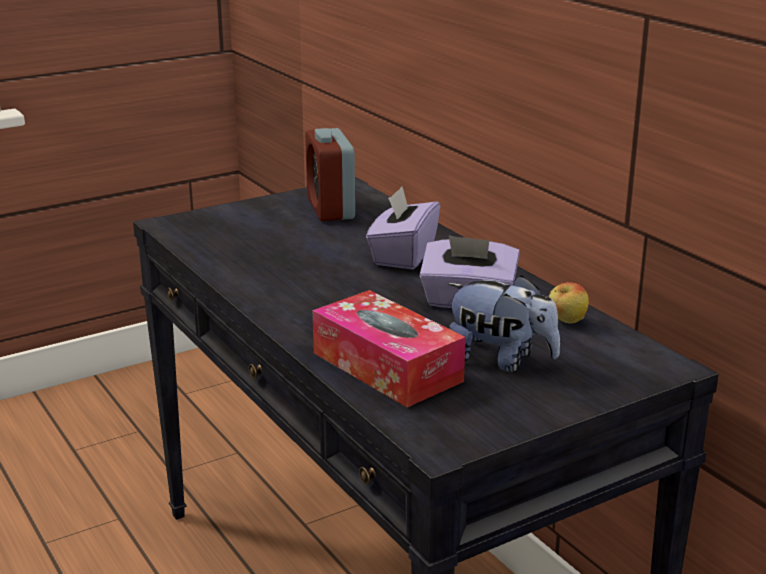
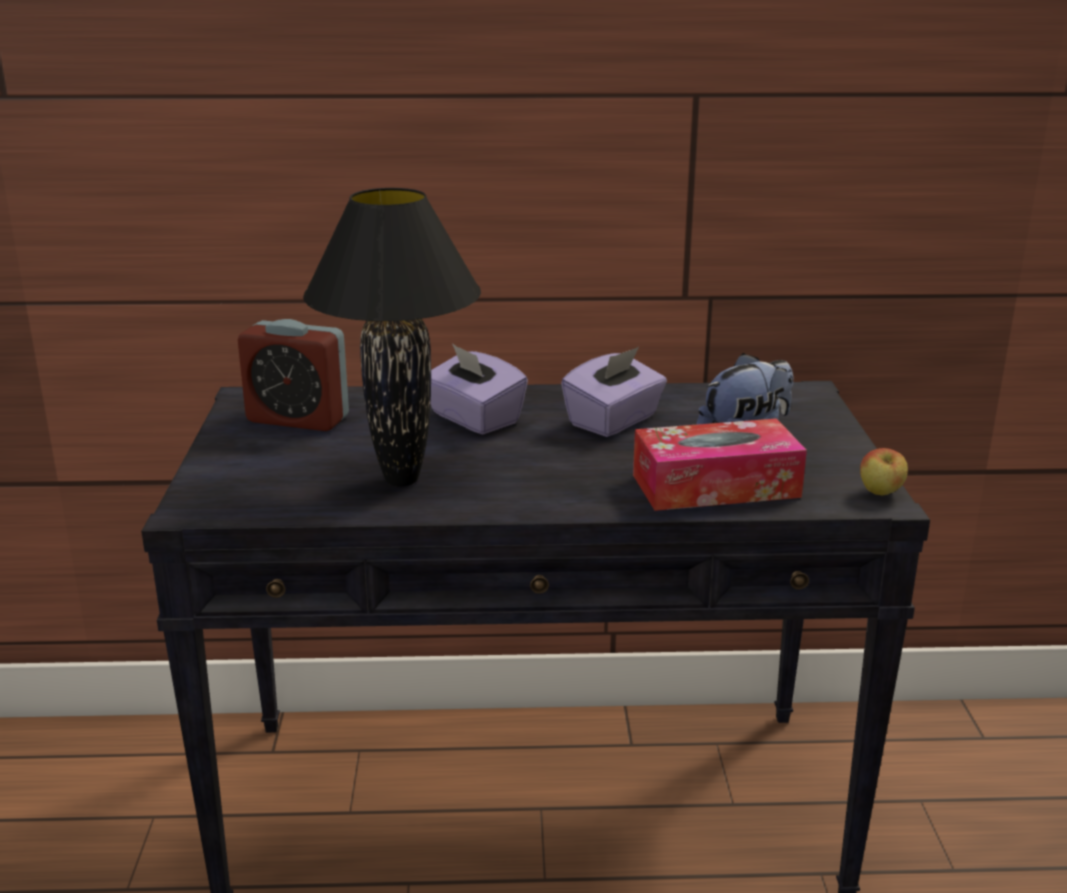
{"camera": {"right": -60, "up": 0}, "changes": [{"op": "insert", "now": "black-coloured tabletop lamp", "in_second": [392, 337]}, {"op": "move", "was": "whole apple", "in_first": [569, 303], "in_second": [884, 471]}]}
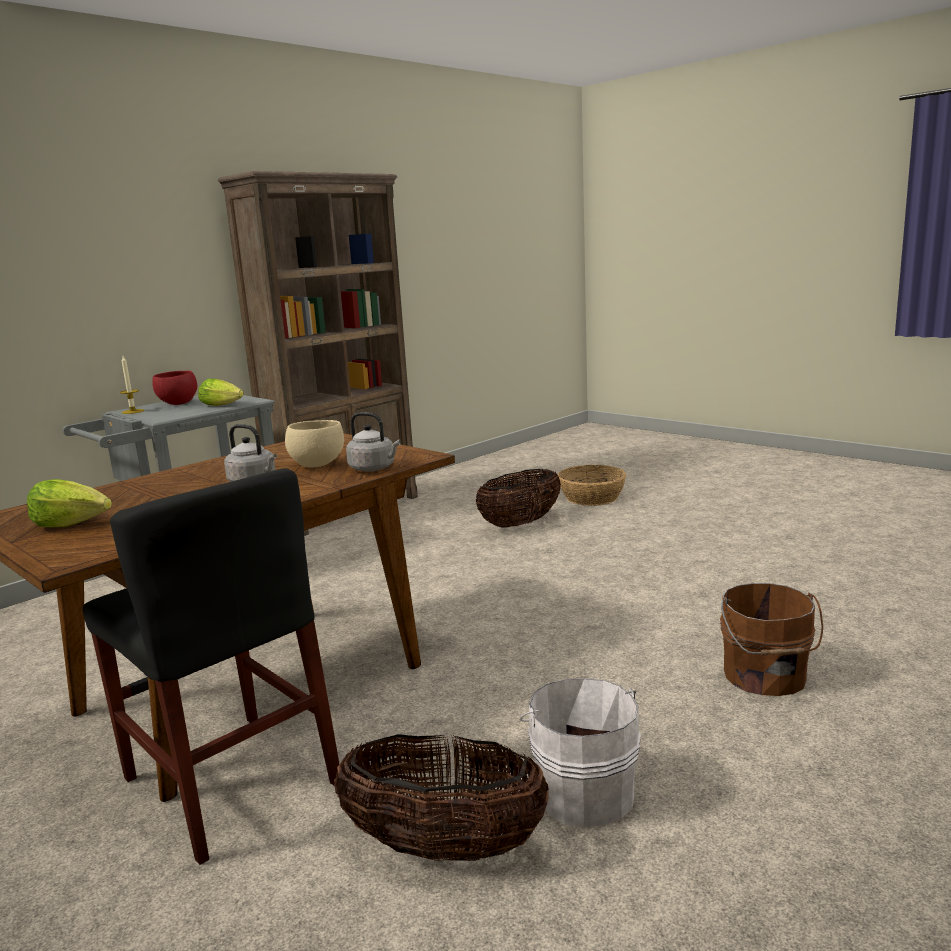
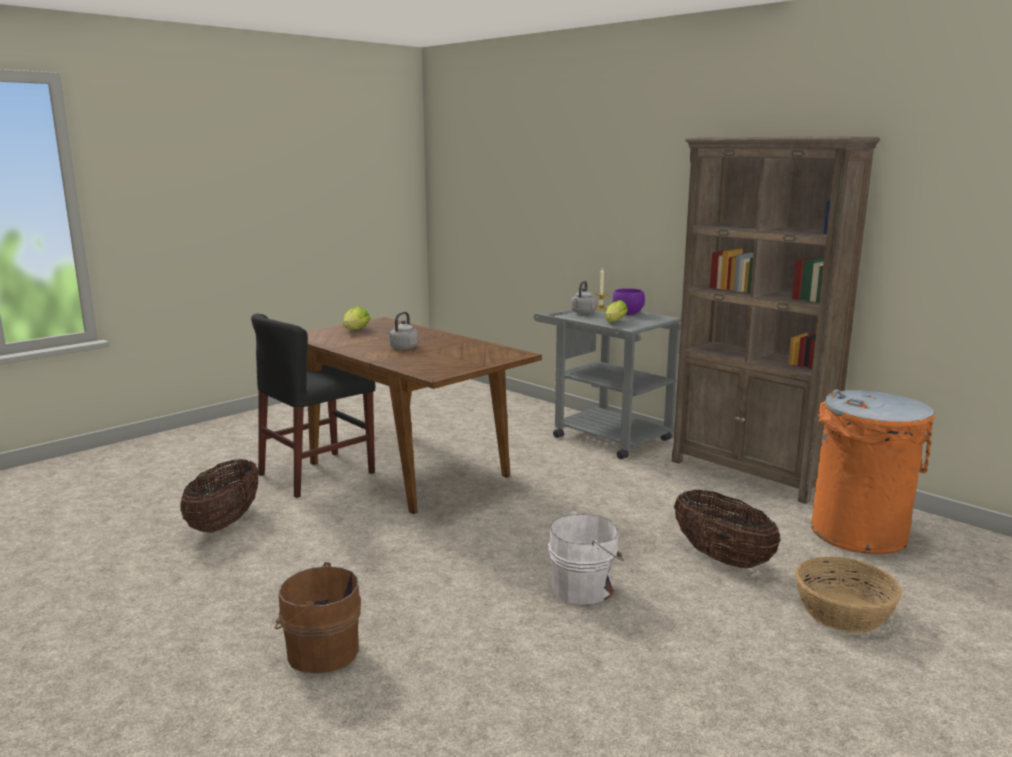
{"camera": {"right": 90, "up": 0}, "changes": [{"op": "move", "was": "whitish water bucket", "in_first": [580, 752], "in_second": [586, 558]}, {"op": "move", "was": "greyish kettle", "in_first": [373, 442], "in_second": [584, 297]}, {"op": "recolor", "was": "red-coloured bowl", "now": "purple bowl", "in_first": [174, 388], "in_second": [629, 302]}, {"op": "insert", "now": "orange-coloured waste bin", "in_second": [873, 471]}, {"op": "delete", "was": "beige bowl", "in_first": [314, 444]}]}
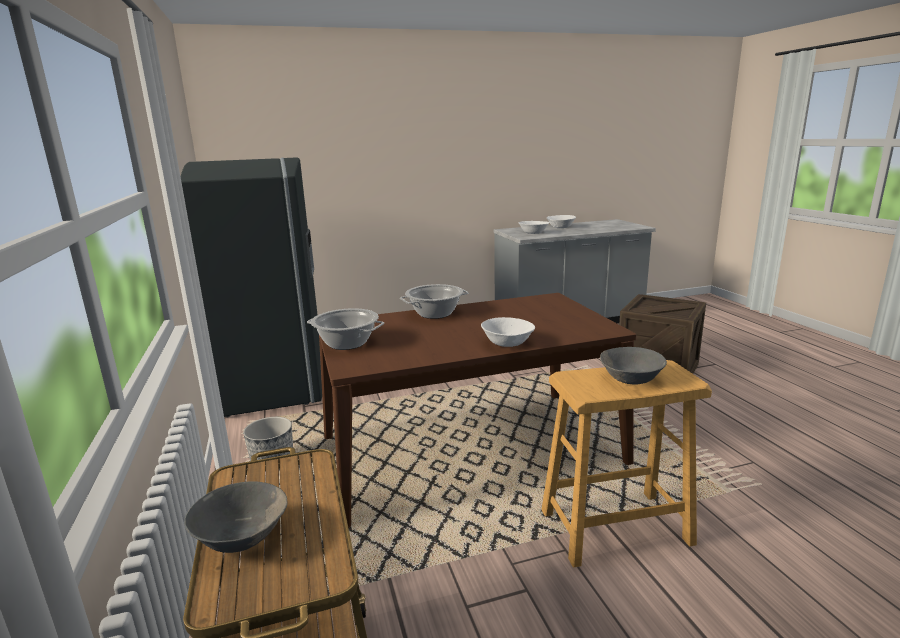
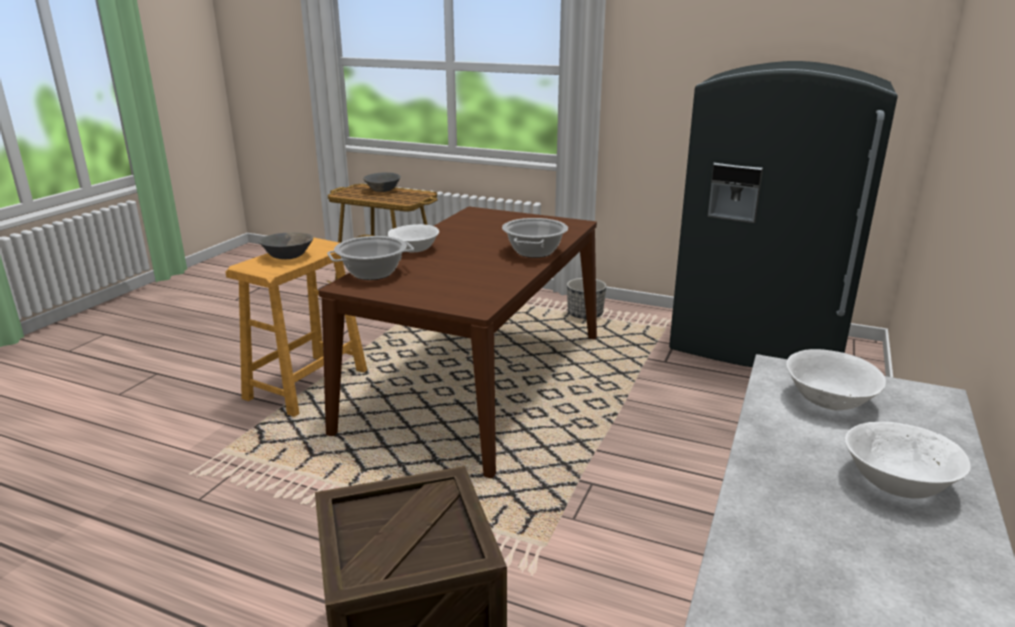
{"camera": {"right": 130, "up": 5}, "changes": [{"op": "move", "was": "stockpot", "in_first": [345, 329], "in_second": [370, 258]}]}
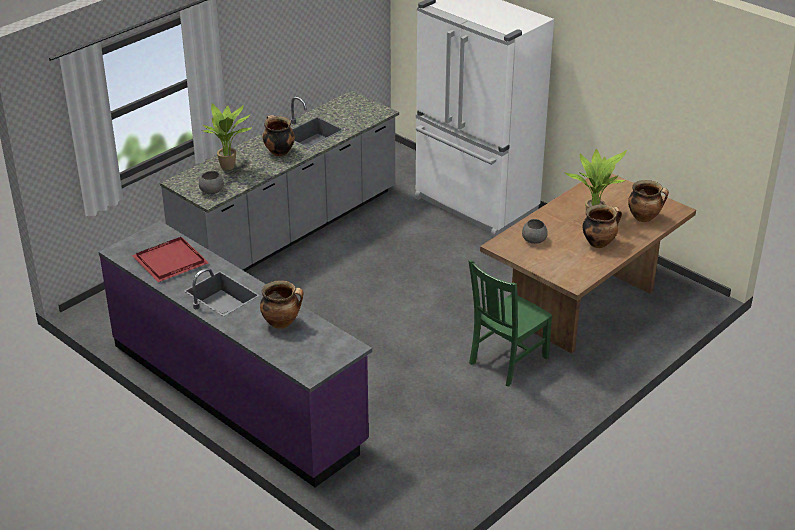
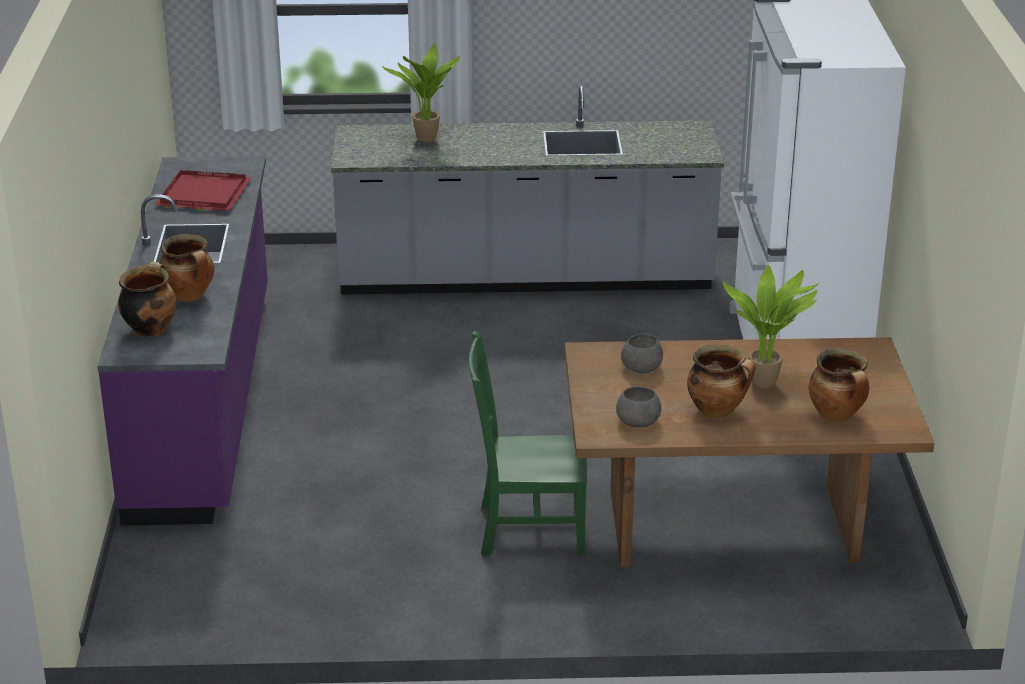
{"camera": {"right": 45, "up": -5}, "changes": [{"op": "move", "was": "stockpot", "in_first": [279, 135], "in_second": [147, 299]}, {"op": "move", "was": "greyish bowl", "in_first": [211, 182], "in_second": [638, 406]}]}
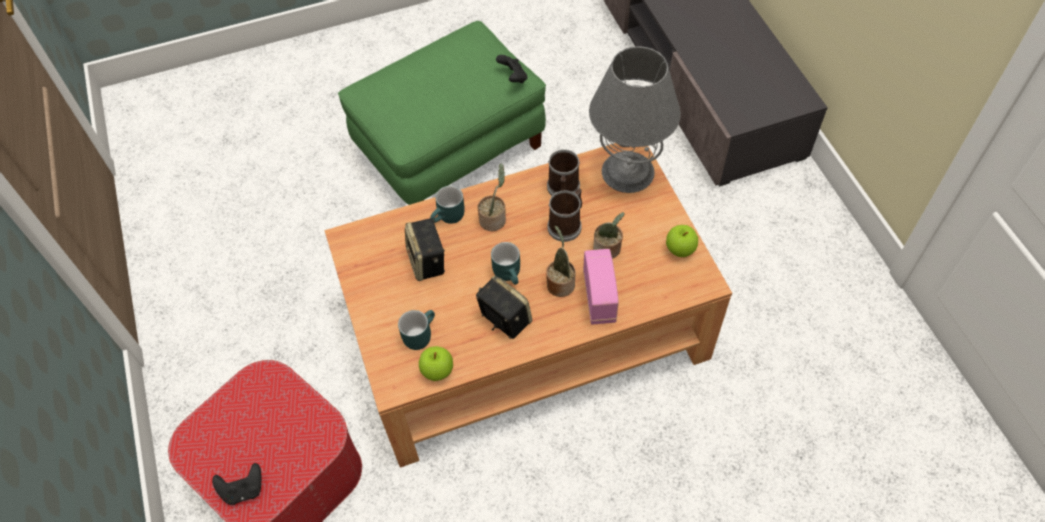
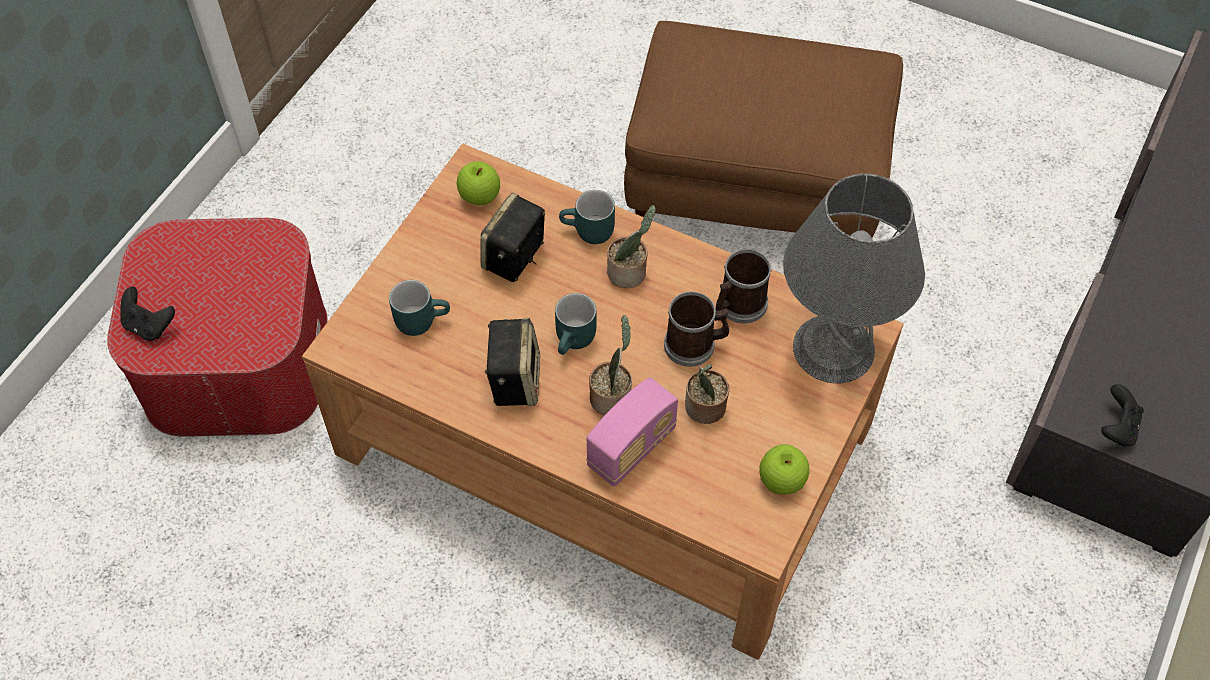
{"camera": {"right": 45, "up": 0}, "changes": [{"op": "move", "was": "whole apple", "in_first": [436, 363], "in_second": [478, 183]}, {"op": "recolor", "was": "green-coloured pouffe", "now": "brownish pouffe", "in_first": [442, 113], "in_second": [763, 129]}, {"op": "move", "was": "black-coloured game controller", "in_first": [511, 69], "in_second": [1122, 415]}]}
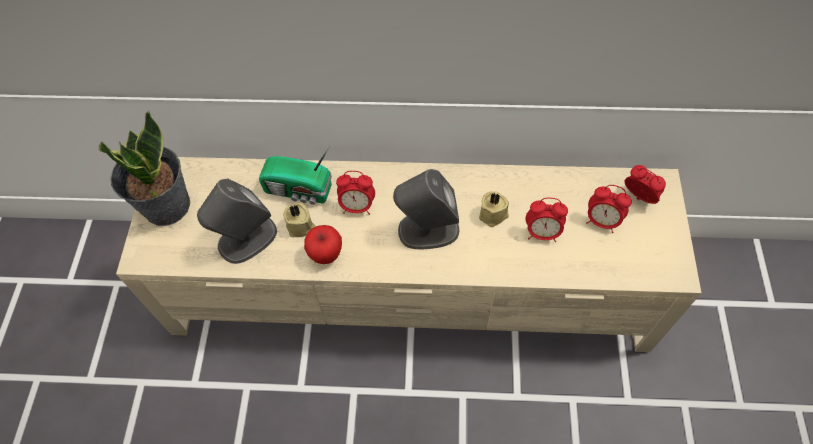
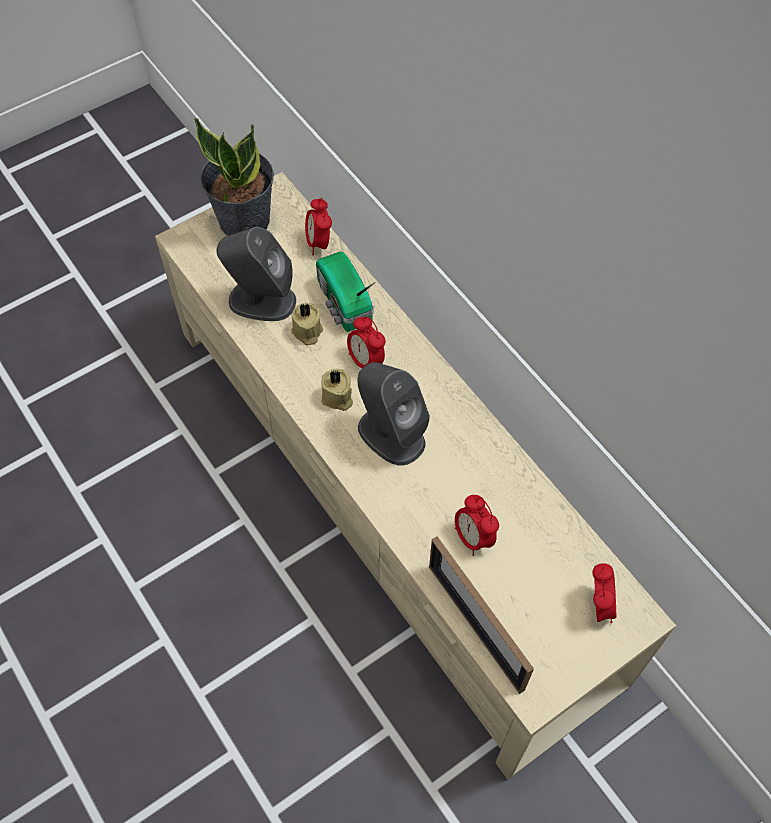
{"camera": {"right": 50, "up": 0}, "changes": [{"op": "move", "was": "bedside clock", "in_first": [609, 209], "in_second": [318, 226]}, {"op": "move", "was": "beige candle", "in_first": [494, 209], "in_second": [337, 390]}, {"op": "insert", "now": "photo frame", "in_second": [481, 615]}, {"op": "delete", "was": "whole apple", "in_first": [323, 244]}]}
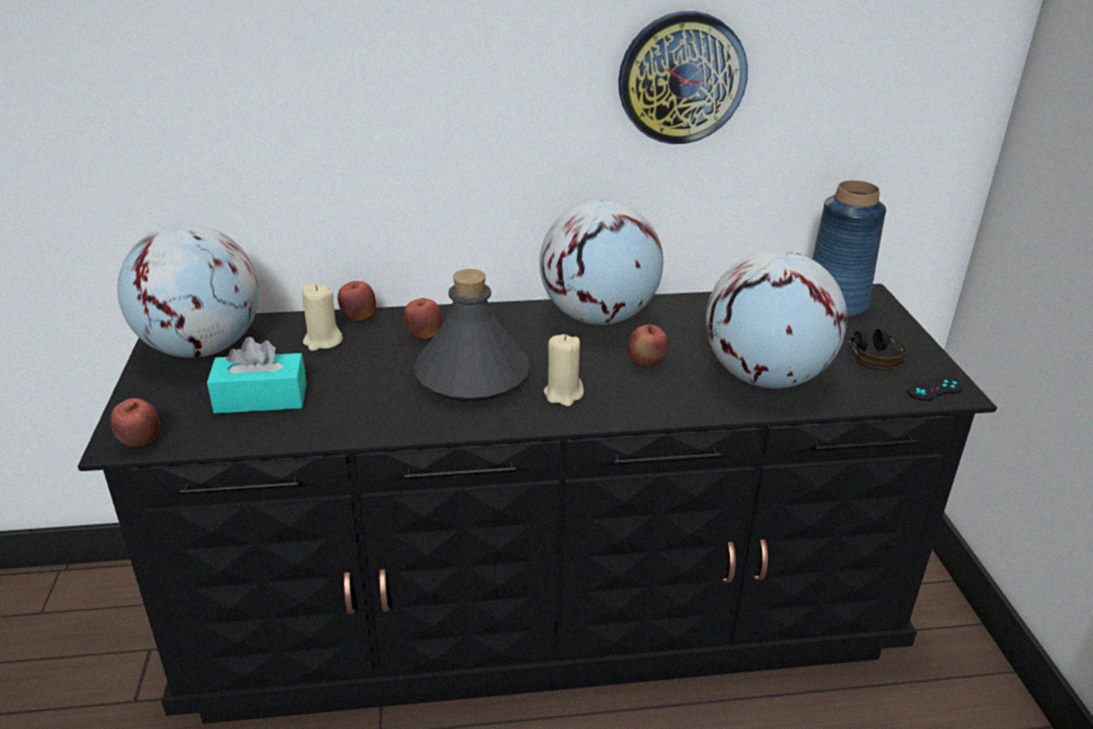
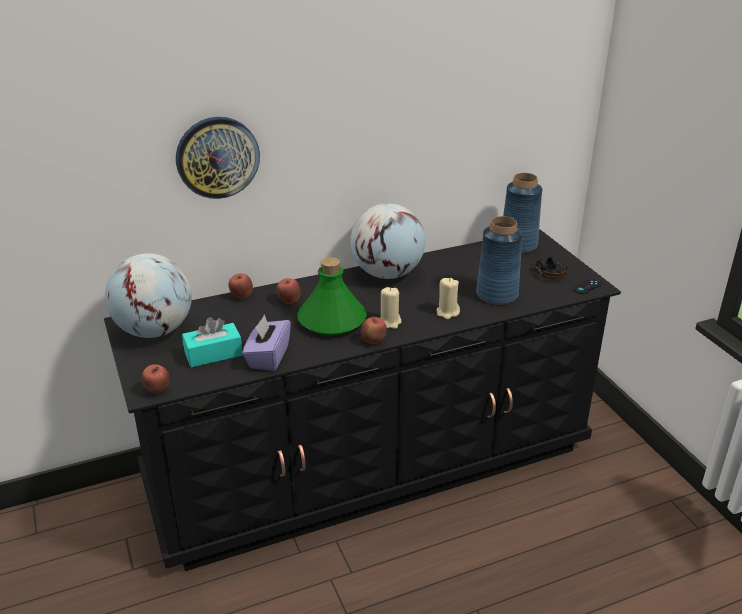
{"camera": {"right": -15, "up": 0}, "changes": [{"op": "move", "was": "hanging clock", "in_first": [683, 77], "in_second": [218, 158]}, {"op": "insert", "now": "purple box of tissues", "in_second": [266, 342]}, {"op": "recolor", "was": "greyish bottle", "now": "green-coloured bottle", "in_first": [472, 335], "in_second": [332, 296]}, {"op": "move", "was": "whole apple", "in_first": [648, 344], "in_second": [374, 330]}, {"op": "move", "was": "beige candle", "in_first": [322, 318], "in_second": [448, 298]}, {"op": "replace", "was": "desk globe", "now": "blue-coloured vase", "in_first": [776, 319], "in_second": [499, 260]}]}
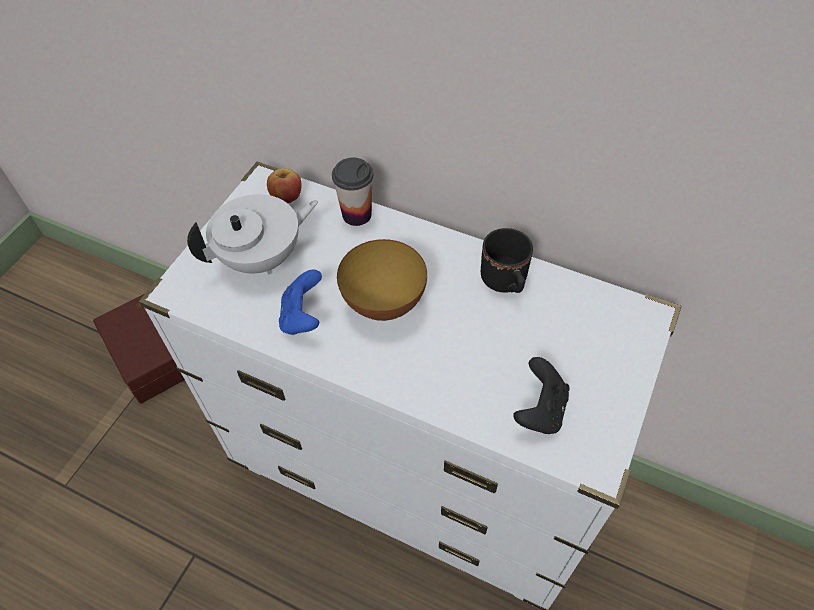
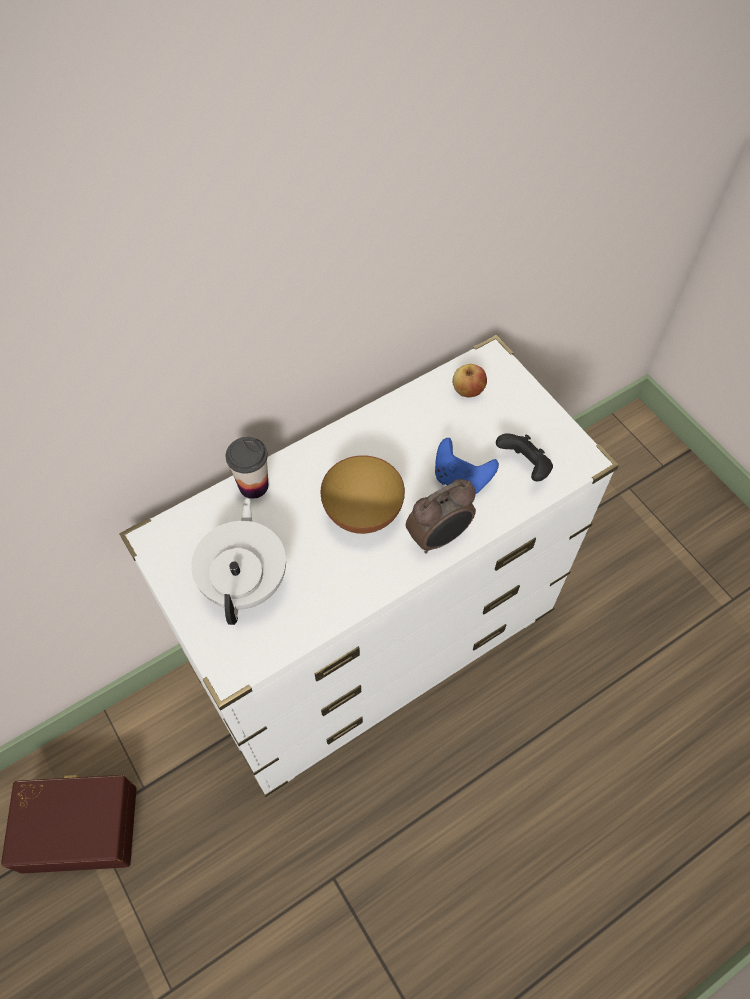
{"camera": {"right": -60, "up": 5}, "changes": [{"op": "insert", "now": "bedside clock", "in_second": [441, 516]}, {"op": "move", "was": "blue-coloured game controller", "in_first": [300, 302], "in_second": [467, 466]}, {"op": "move", "was": "whole apple", "in_first": [284, 185], "in_second": [469, 380]}, {"op": "delete", "was": "black-coloured tea mug", "in_first": [507, 260]}]}
